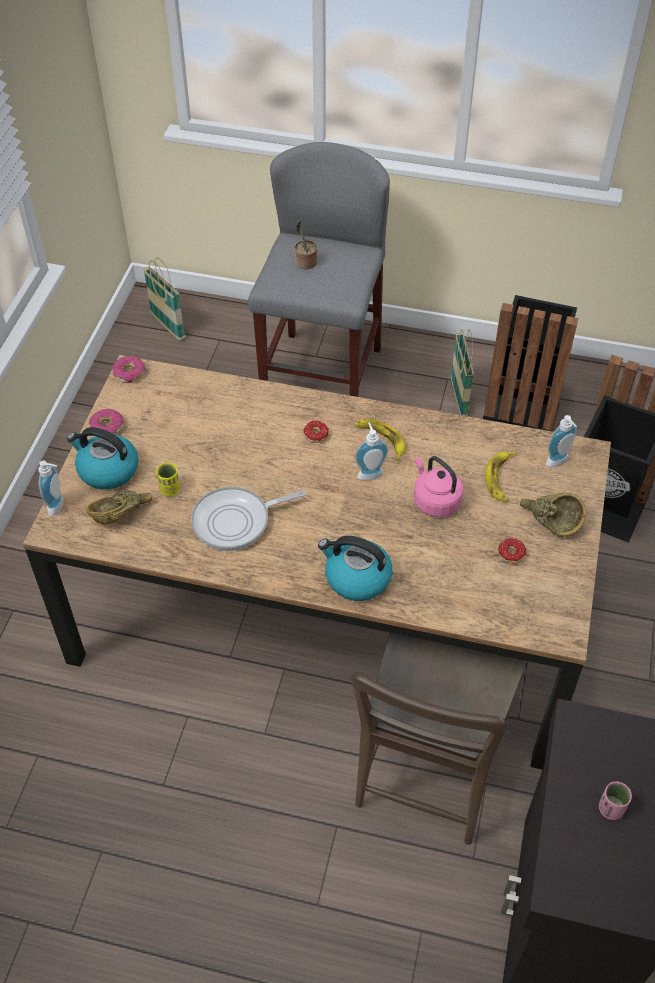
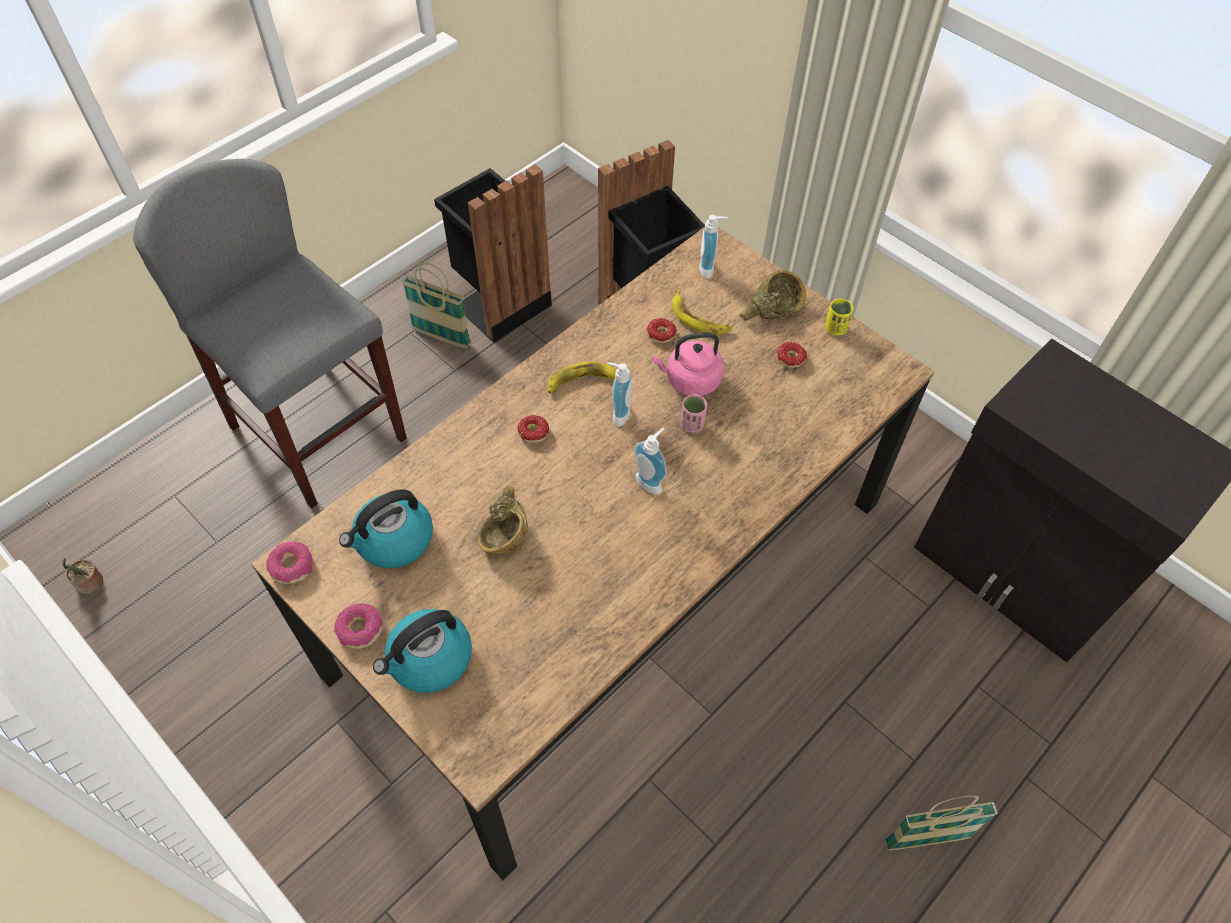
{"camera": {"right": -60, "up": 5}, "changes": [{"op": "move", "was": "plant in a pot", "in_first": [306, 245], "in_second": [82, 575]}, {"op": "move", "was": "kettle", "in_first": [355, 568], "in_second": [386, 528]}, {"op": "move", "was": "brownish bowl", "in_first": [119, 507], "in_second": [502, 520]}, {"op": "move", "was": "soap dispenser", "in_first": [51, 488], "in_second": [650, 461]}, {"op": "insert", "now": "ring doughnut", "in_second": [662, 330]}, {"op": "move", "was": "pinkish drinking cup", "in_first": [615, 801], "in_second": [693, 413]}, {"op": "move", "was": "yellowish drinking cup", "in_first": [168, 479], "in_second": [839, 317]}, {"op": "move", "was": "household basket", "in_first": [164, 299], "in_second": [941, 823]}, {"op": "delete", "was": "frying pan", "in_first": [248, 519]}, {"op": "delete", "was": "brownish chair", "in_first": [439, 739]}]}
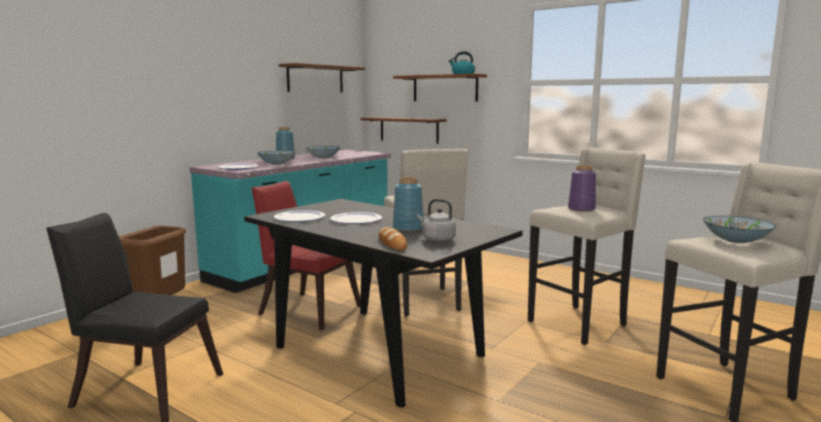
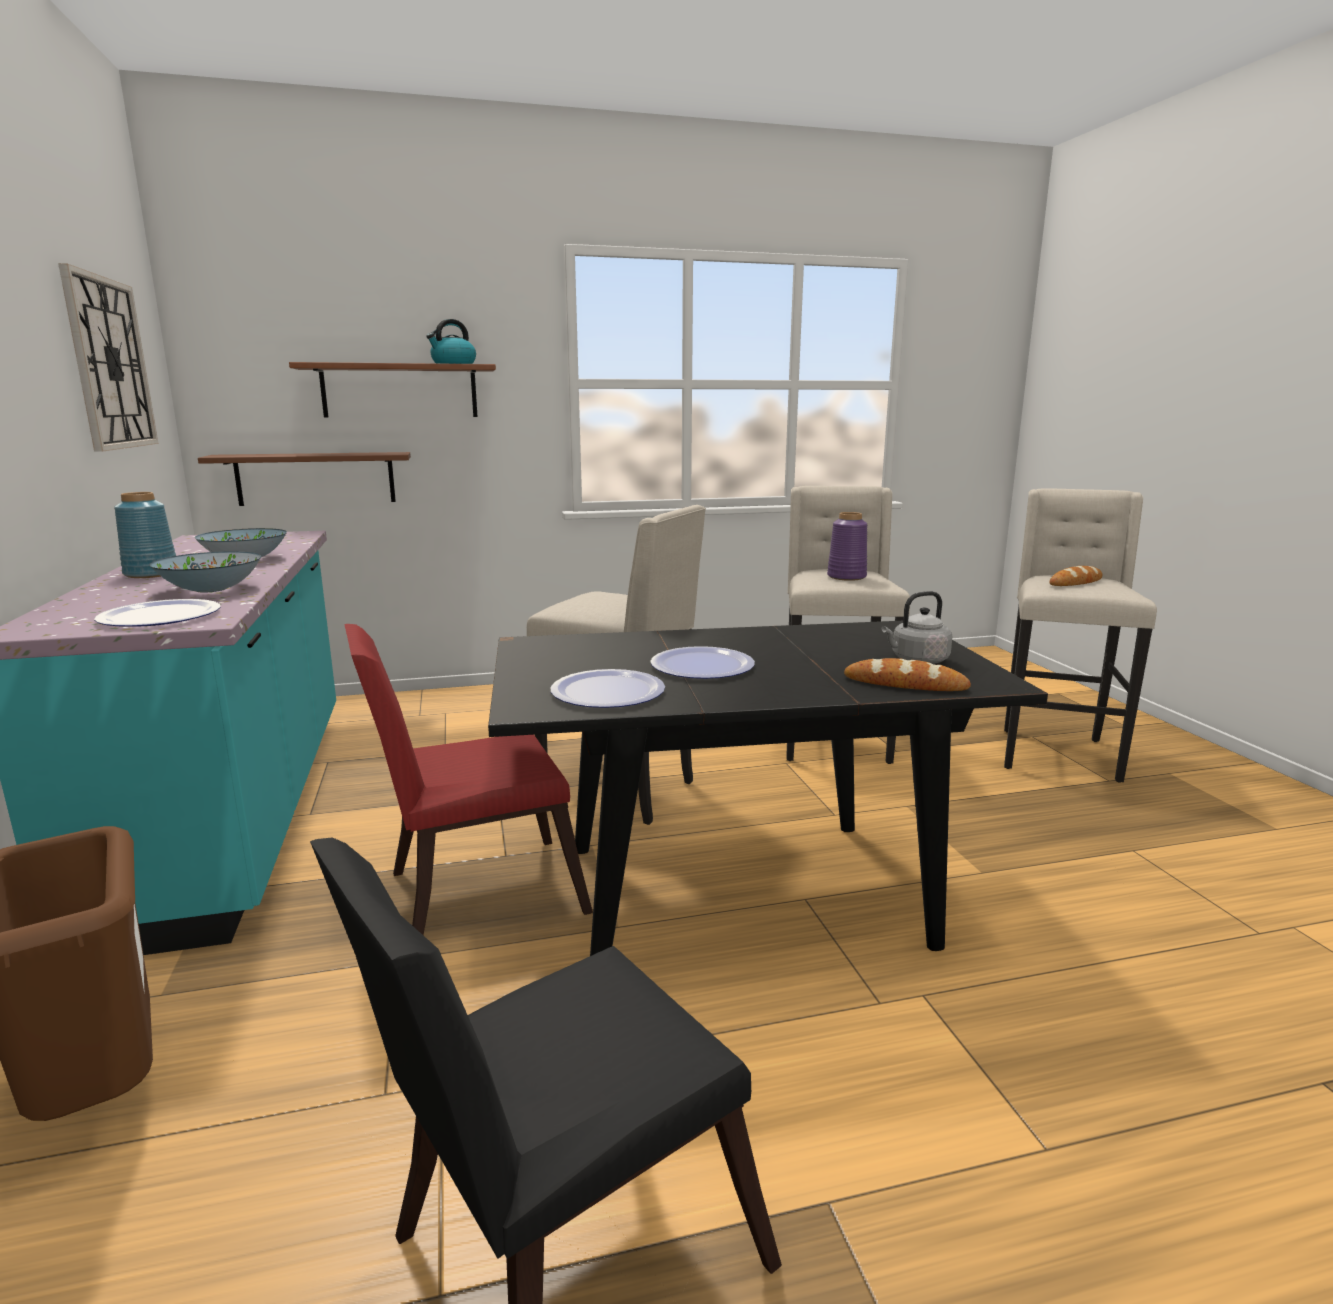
{"camera": {"right": -50, "up": 5}, "changes": [{"op": "replace", "was": "brownish bracket shelf", "now": "hanging clock", "in_first": [322, 78], "in_second": [108, 357]}, {"op": "replace", "was": "bowl", "now": "bakery bread", "in_first": [739, 229], "in_second": [1075, 576]}, {"op": "delete", "was": "blue-coloured vase", "in_first": [408, 204]}]}
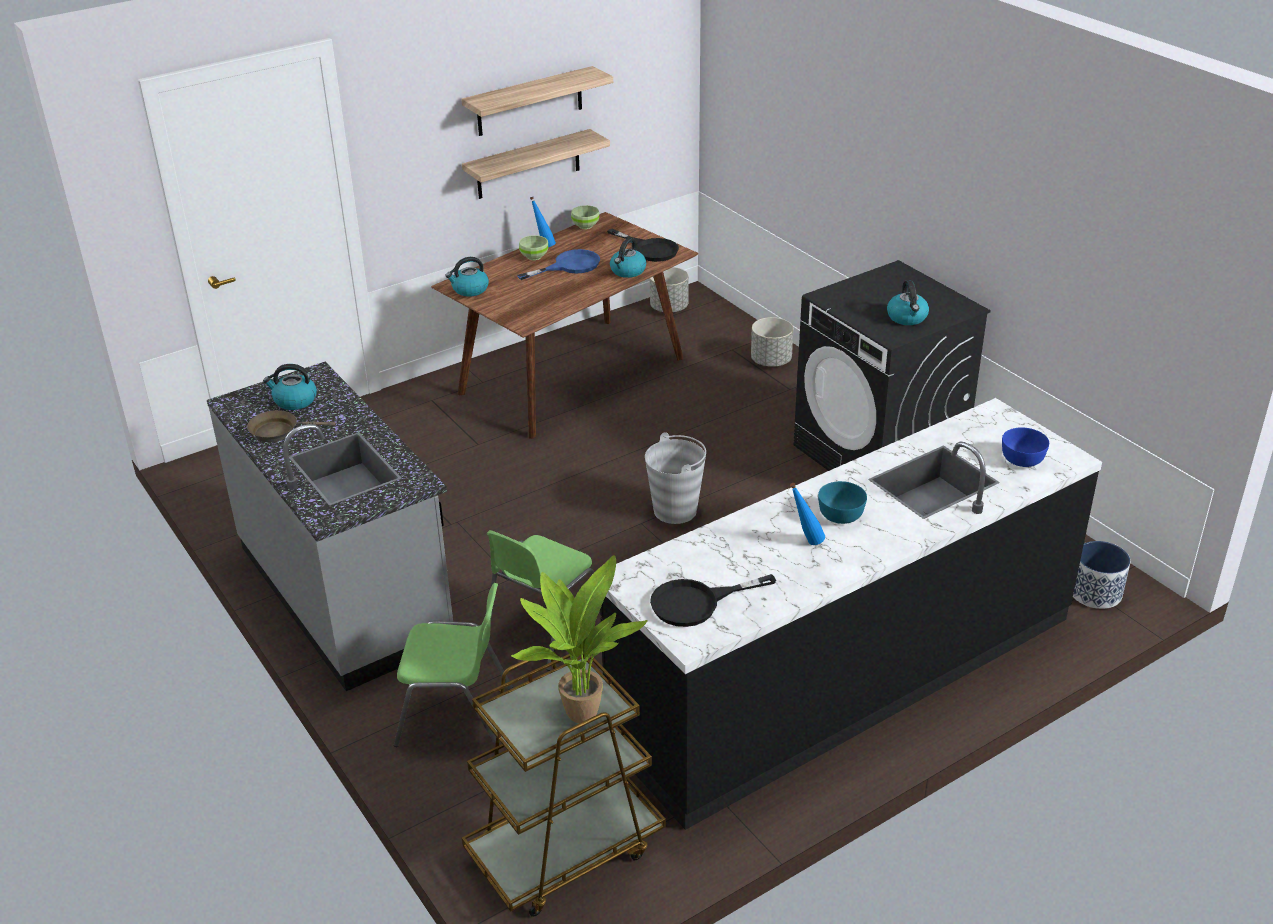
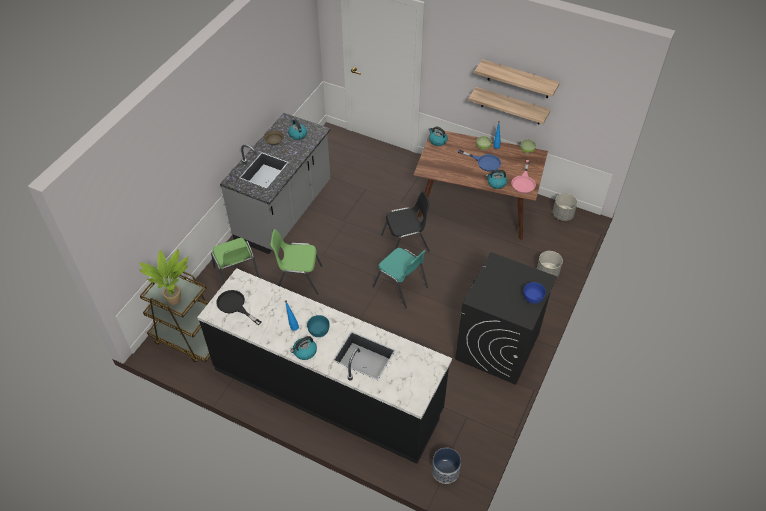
{"camera": {"right": 60, "up": 15}, "changes": [{"op": "move", "was": "kettle", "in_first": [908, 302], "in_second": [303, 348]}, {"op": "replace", "was": "greyish water bucket", "now": "blue-green chair", "in_first": [675, 478], "in_second": [400, 278]}, {"op": "insert", "now": "black-coloured chair", "in_second": [405, 221]}, {"op": "recolor", "was": "black-coloured frying pan", "now": "pinkish frying pan", "in_first": [643, 245], "in_second": [524, 176]}, {"op": "move", "was": "blue-coloured bowl", "in_first": [1025, 447], "in_second": [535, 293]}]}
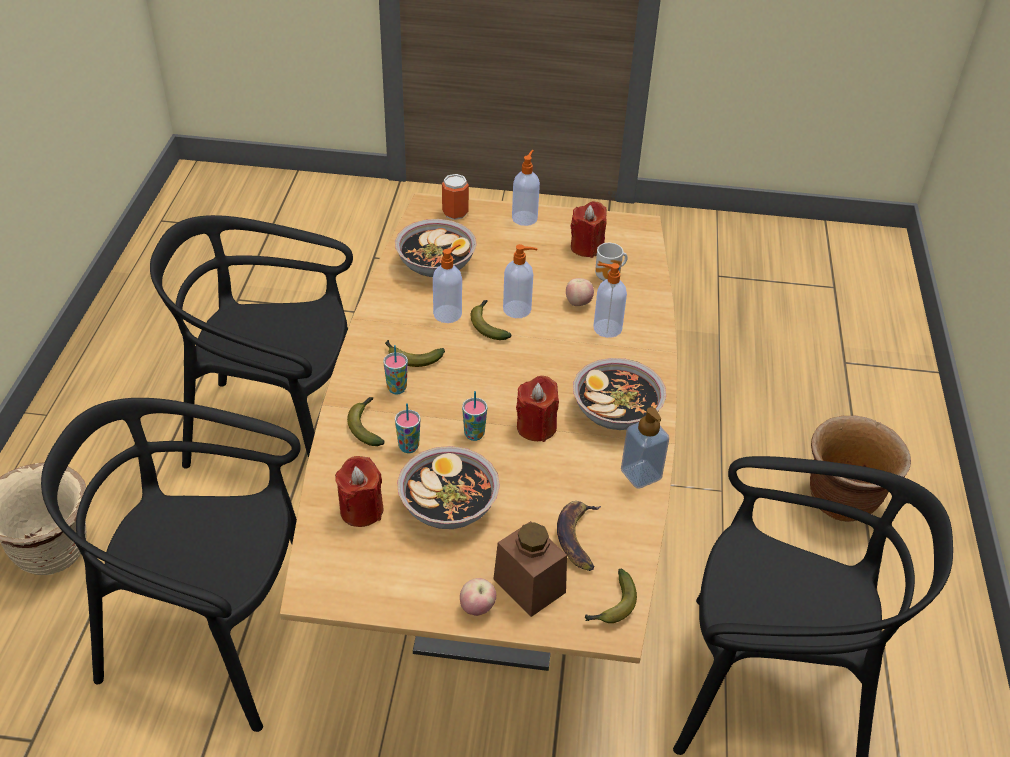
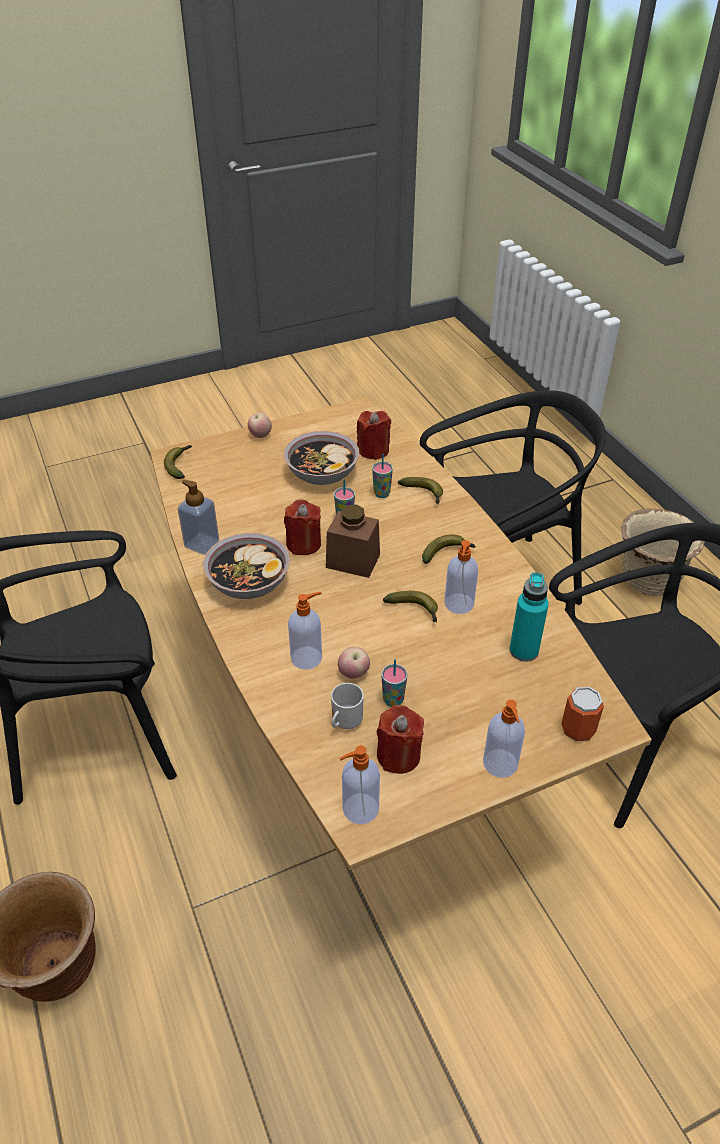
{"camera": {"right": 150, "up": 0}, "changes": [{"op": "move", "was": "brownish storage jar", "in_first": [530, 569], "in_second": [353, 541]}, {"op": "move", "was": "soap dispenser", "in_first": [520, 281], "in_second": [360, 784]}, {"op": "move", "was": "drinking cup", "in_first": [395, 369], "in_second": [394, 683]}, {"op": "replace", "was": "bowl", "now": "blue-green bottle", "in_first": [436, 248], "in_second": [529, 617]}, {"op": "delete", "was": "banana", "in_first": [579, 536]}]}
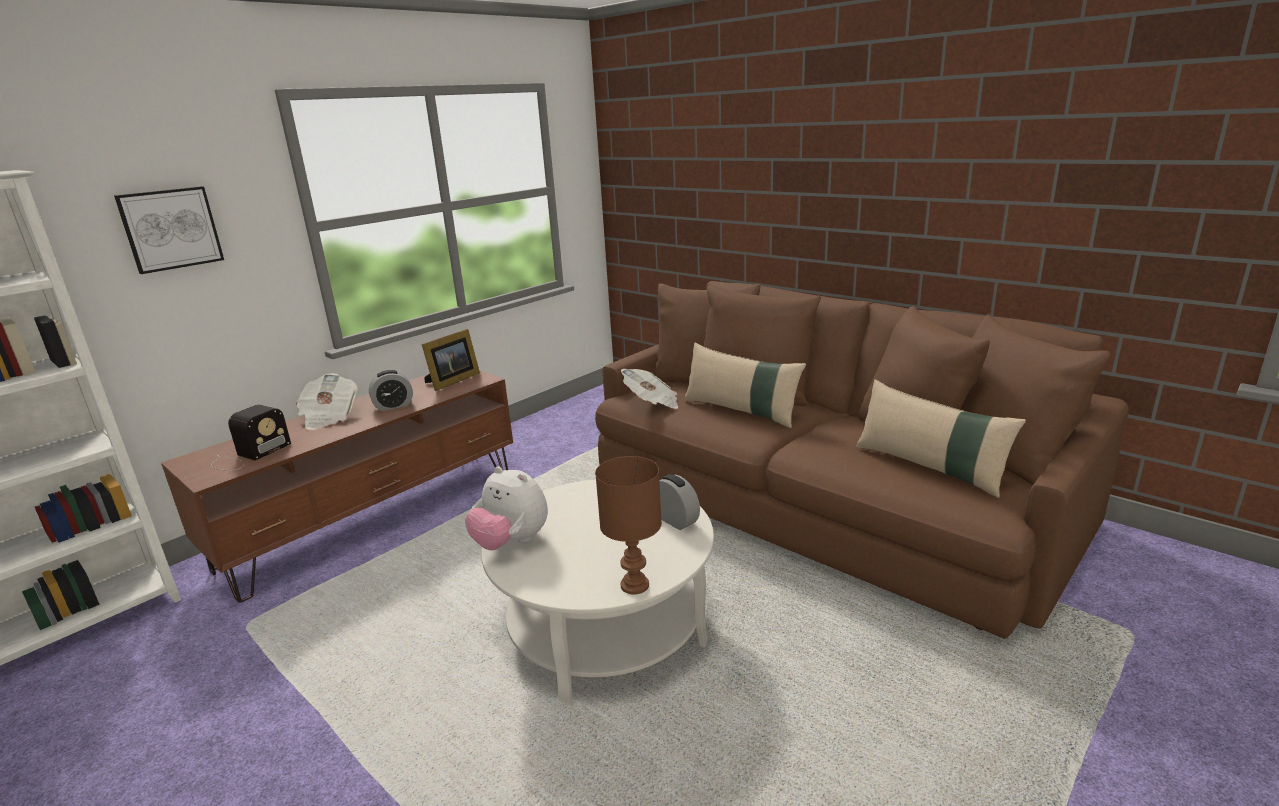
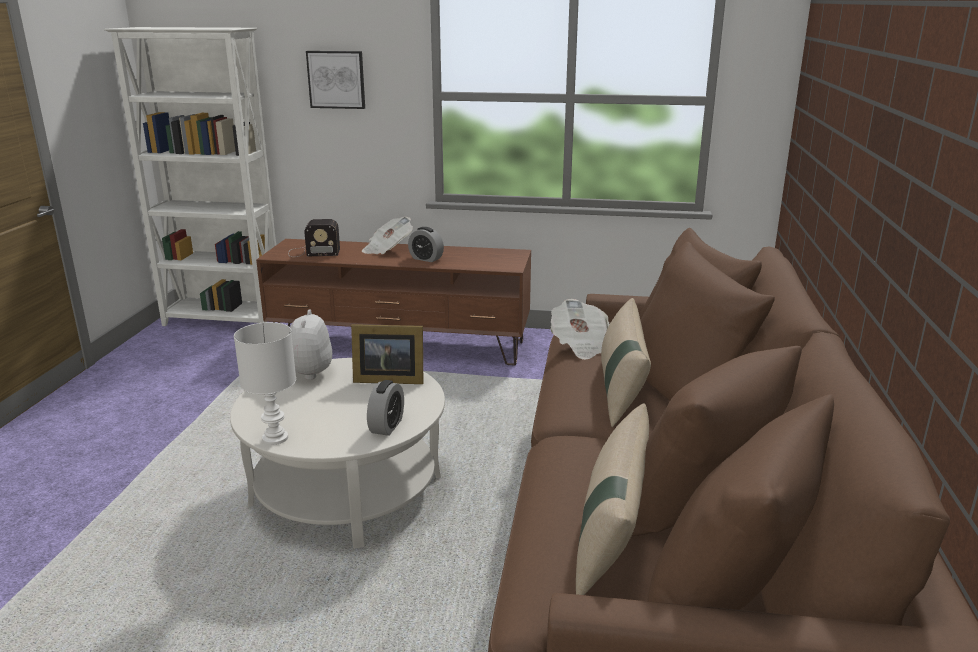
{"camera": {"right": 55, "up": 0}, "changes": [{"op": "recolor", "was": "brownish tabletop lamp", "now": "whitish tabletop lamp", "in_first": [628, 525], "in_second": [265, 383]}, {"op": "move", "was": "photo frame", "in_first": [451, 360], "in_second": [387, 354]}]}
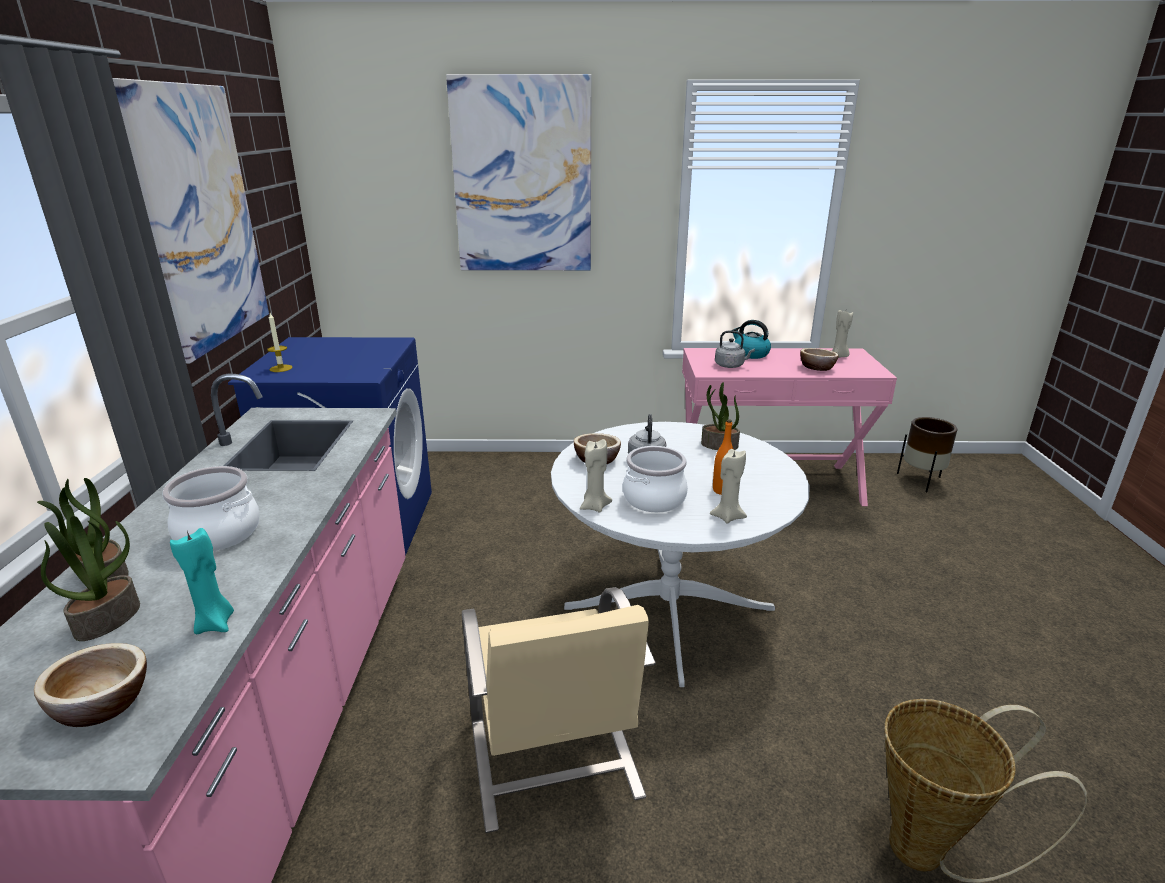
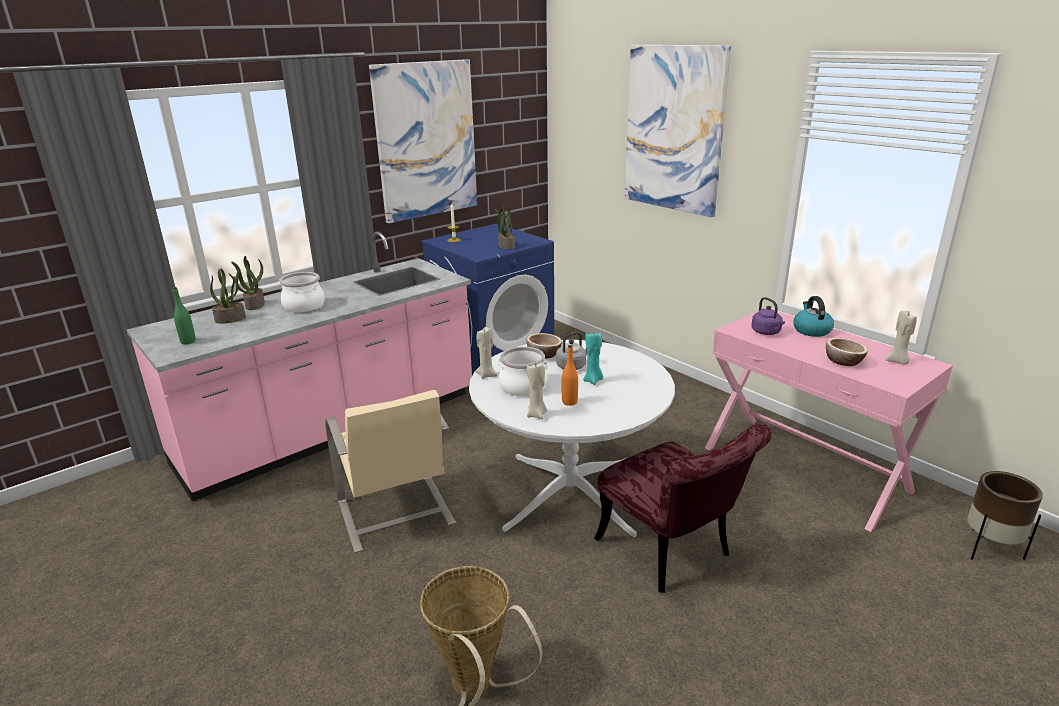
{"camera": {"right": 50, "up": 0}, "changes": [{"op": "replace", "was": "bowl", "now": "green-coloured bottle", "in_first": [90, 685], "in_second": [184, 315]}, {"op": "rotate", "was": "beige chair", "in_first": [559, 710], "in_second": [390, 471], "clockwise": -60}, {"op": "move", "was": "plant in a pot", "in_first": [720, 416], "in_second": [505, 227]}, {"op": "move", "was": "blue-green candle", "in_first": [202, 581], "in_second": [593, 359]}, {"op": "insert", "now": "red-coloured chair", "in_second": [682, 508]}, {"op": "recolor", "was": "greyish kettle", "now": "purple kettle", "in_first": [735, 349], "in_second": [768, 316]}]}
